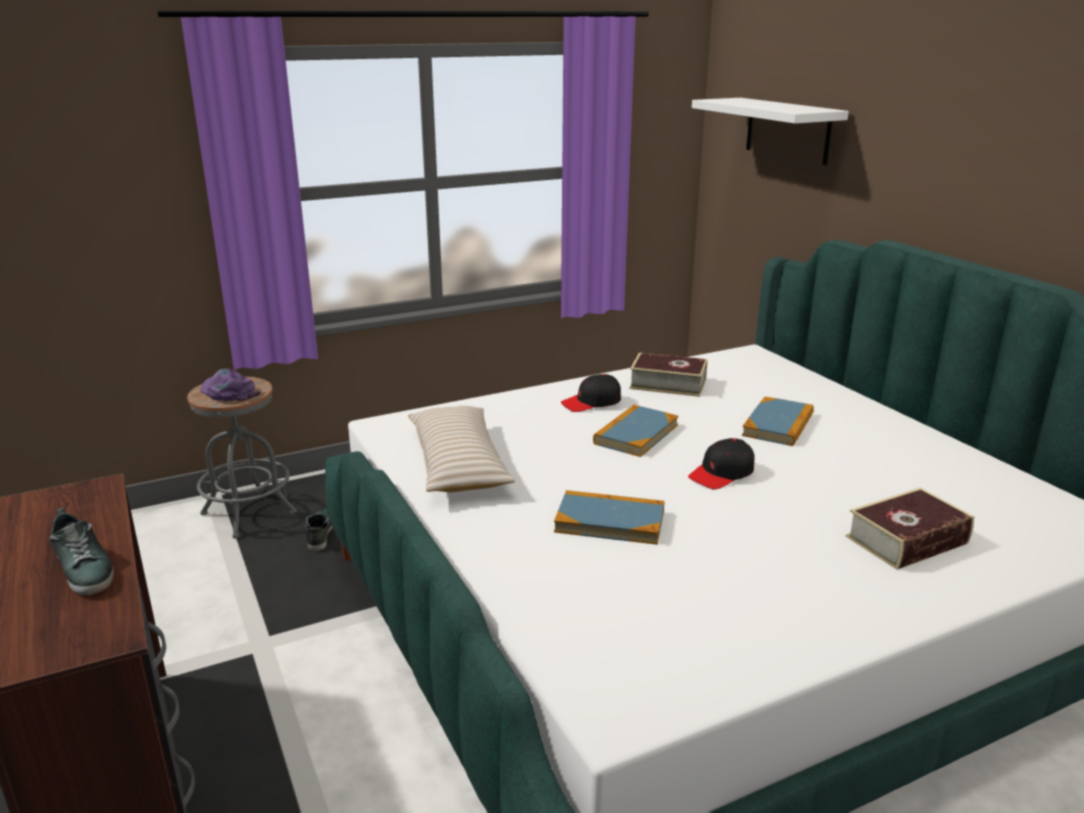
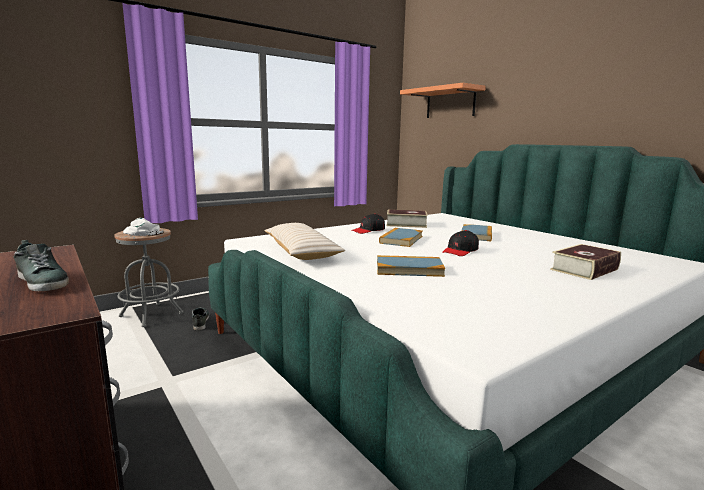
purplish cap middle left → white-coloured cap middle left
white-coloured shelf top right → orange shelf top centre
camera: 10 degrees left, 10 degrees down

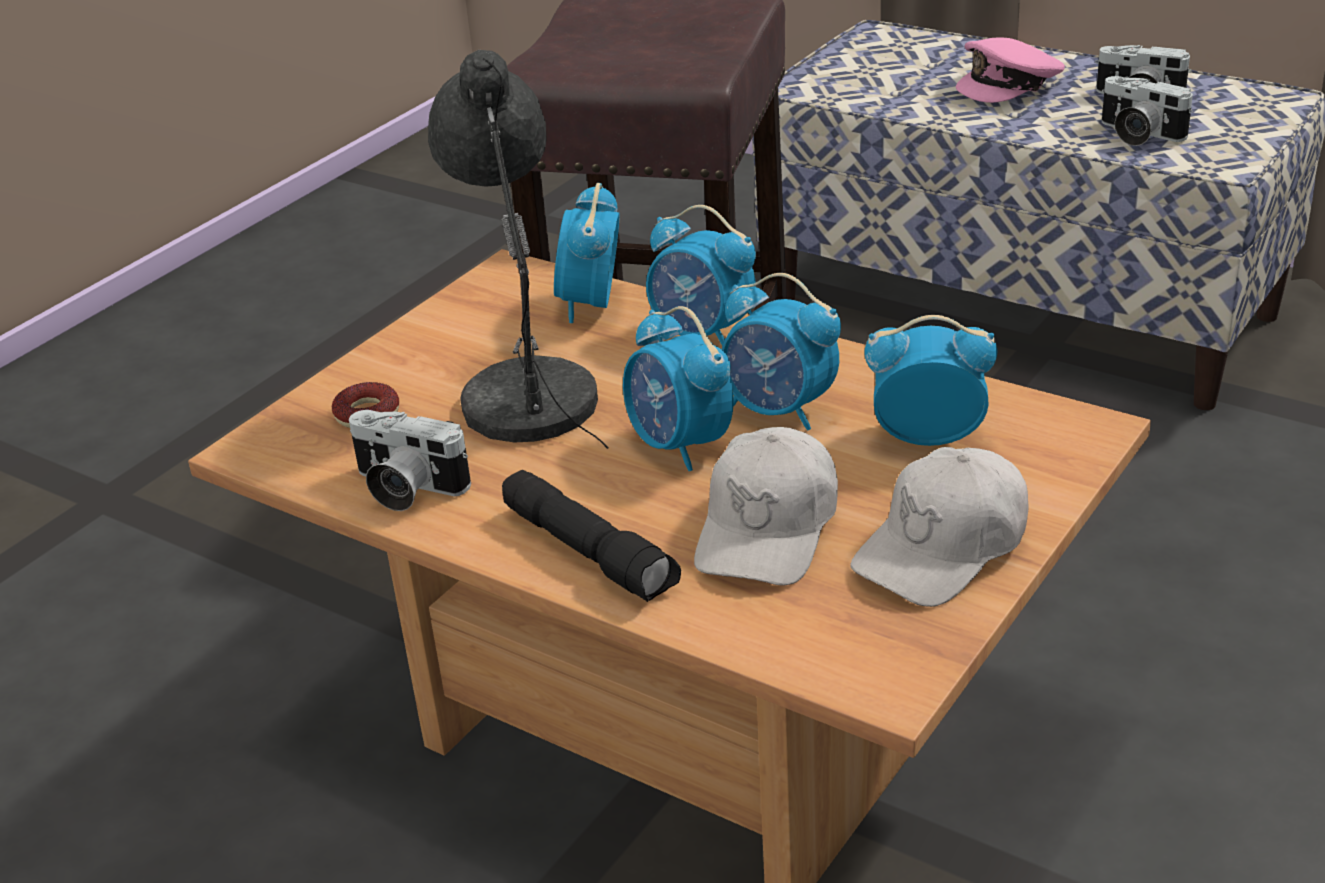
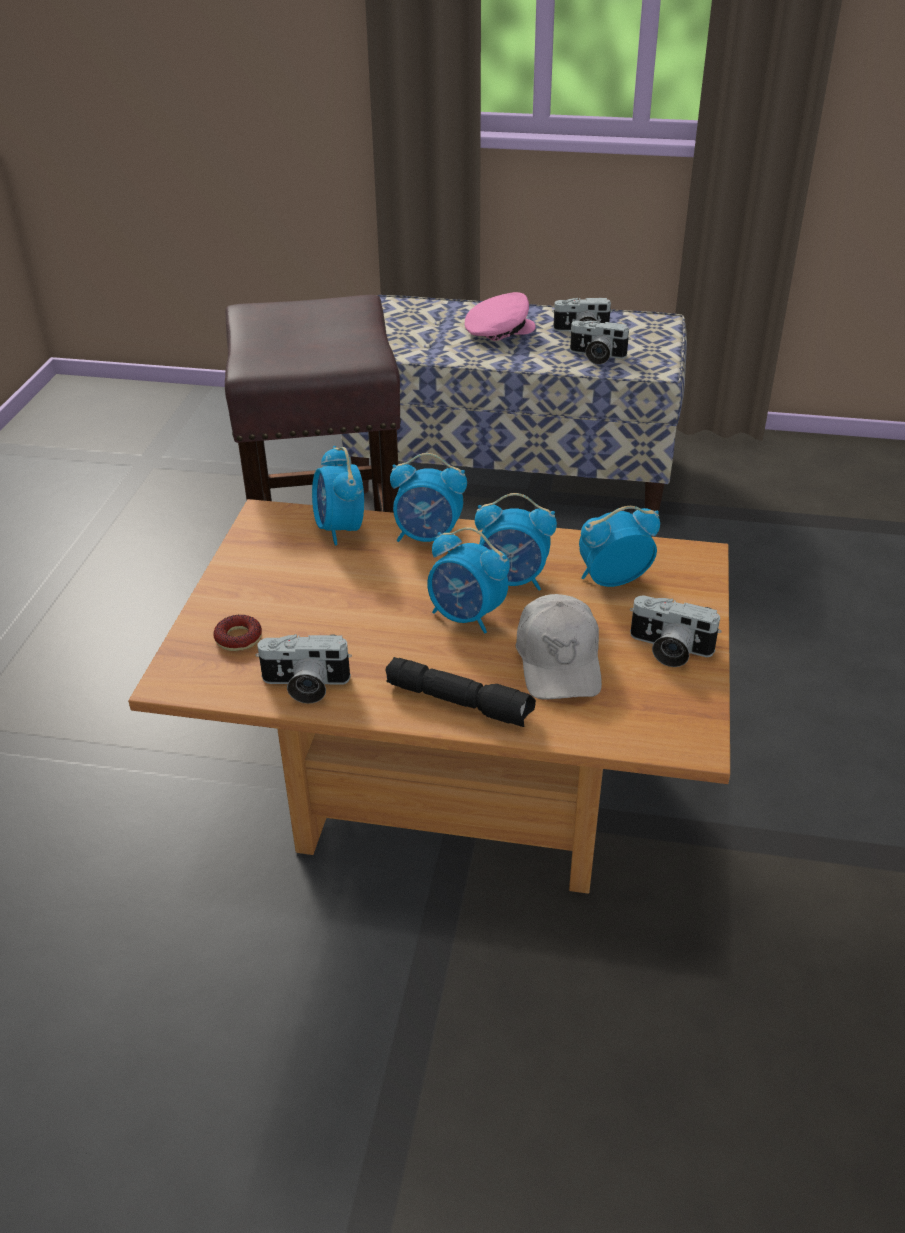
gray table lamp top centre → -
white-coloured cap (no. 2 from left) middle right → still camera (no. 4 from left) middle right
pink cap top right → pink cap top centre, 150 degrees counterclockwise
camera: 25 degrees left, 5 degrees up

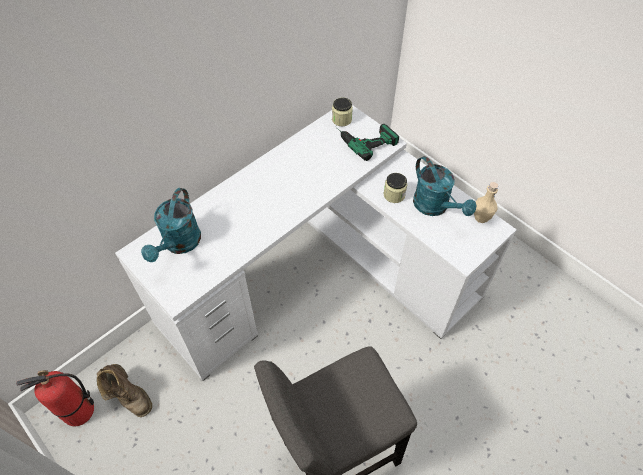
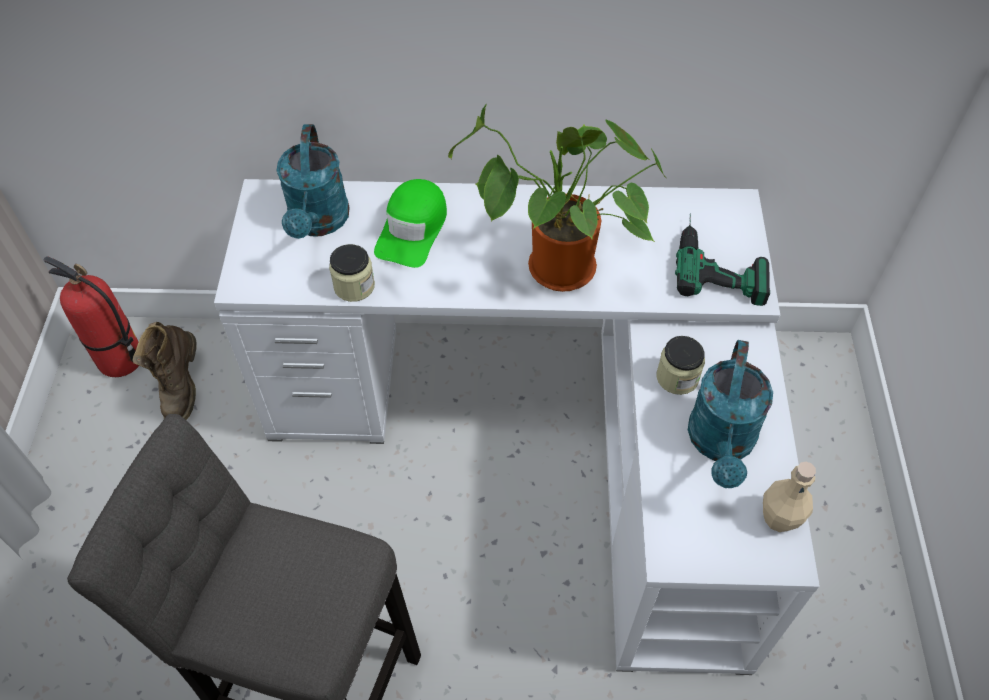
blue-green sprinkling can (no. 1 from left) middle left → blue-green sprinkling can (no. 1 from left) top left, 60 degrees counterclockwise
storage jar (no. 1 from left) top centre → storage jar (no. 1 from left) centre, shifted
- → green-coloured cap top centre
- → plant in a pot top centre
camera: 45 degrees right, 0 degrees up

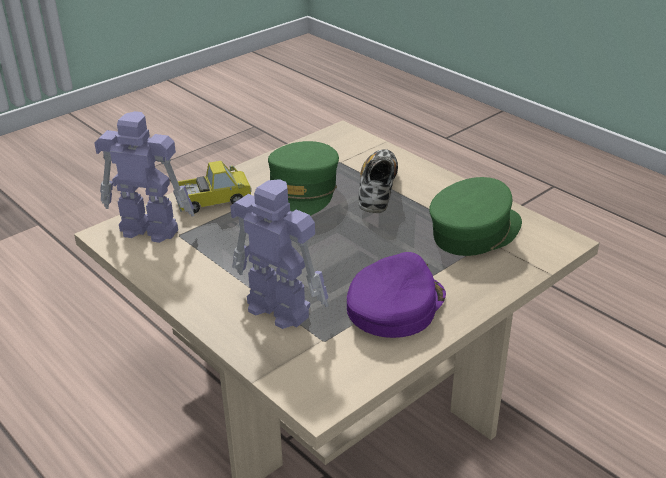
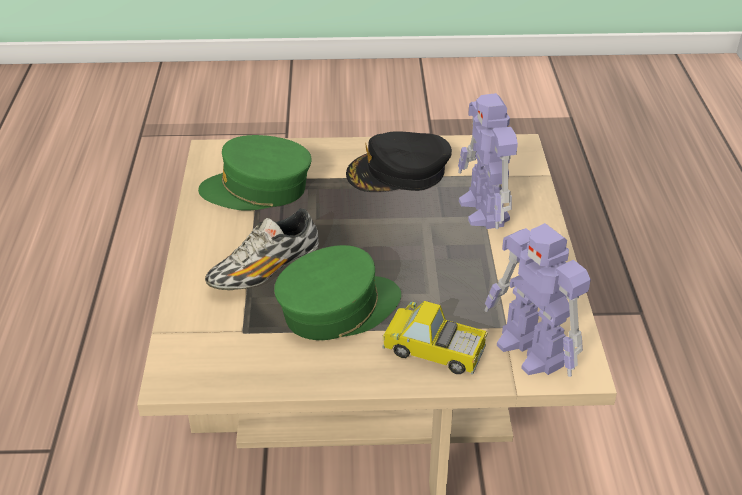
purplish cap centre → black cap top centre
camera: 140 degrees left, 5 degrees up

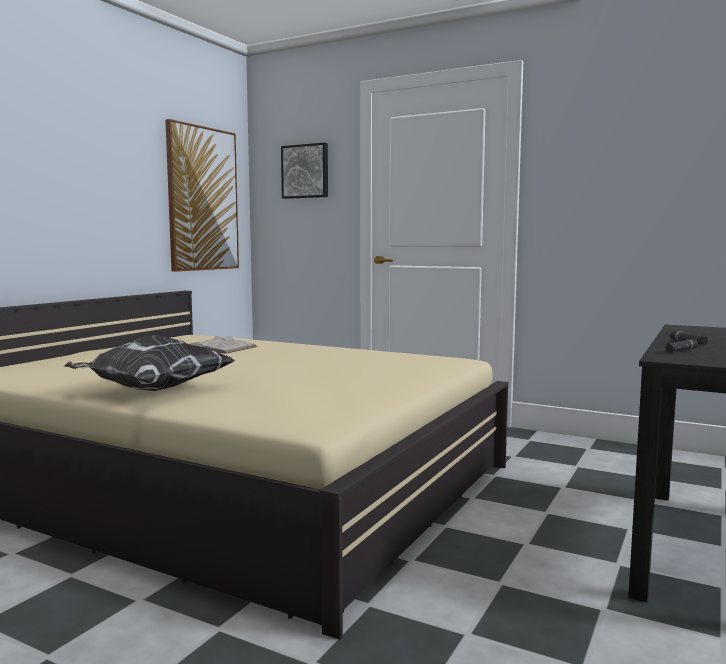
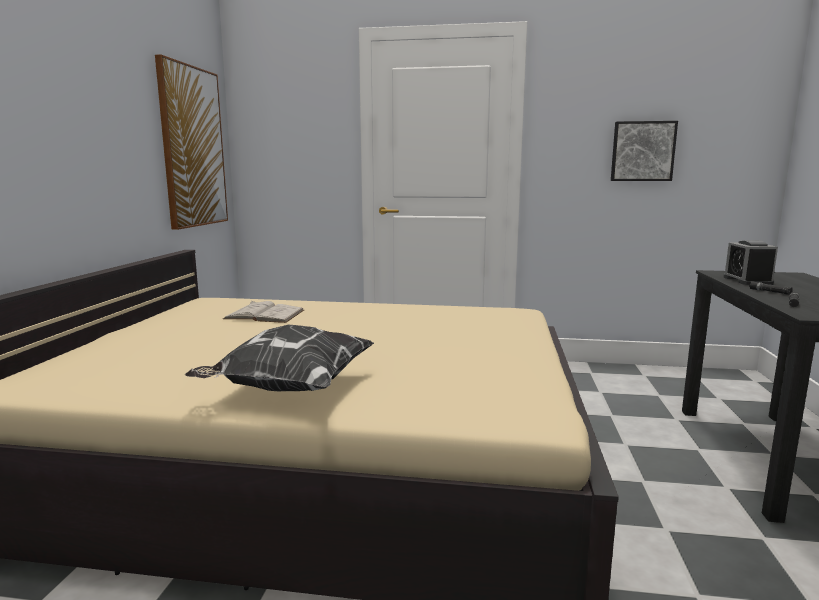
picture (no. 2 from left) top centre → picture (no. 2 from left) top right, shifted
- → table clock middle right
camera: 20 degrees left, 5 degrees up

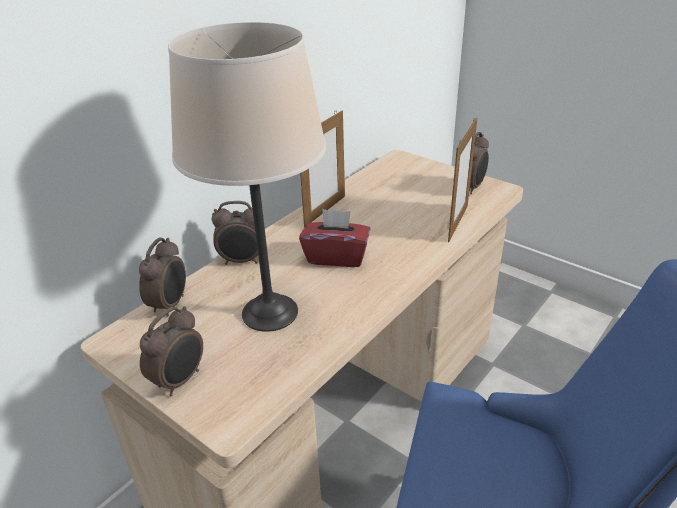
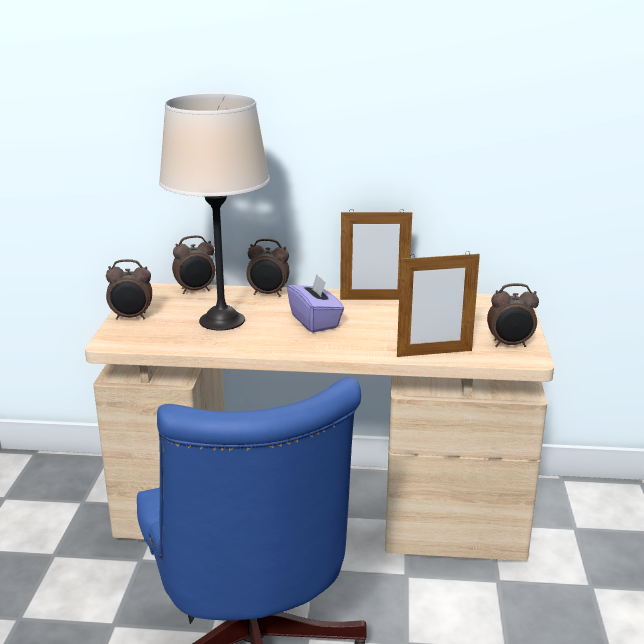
table clock (no. 3 from left) centre, 45 degrees counterclockwise
reddish tissue holder centre → purplish tissue holder centre
camera: 55 degrees right, 10 degrees down

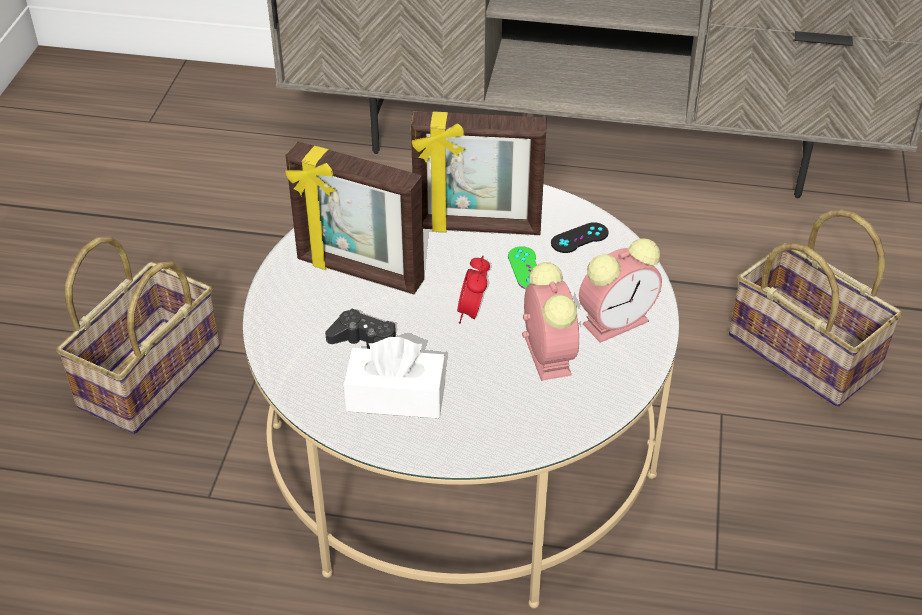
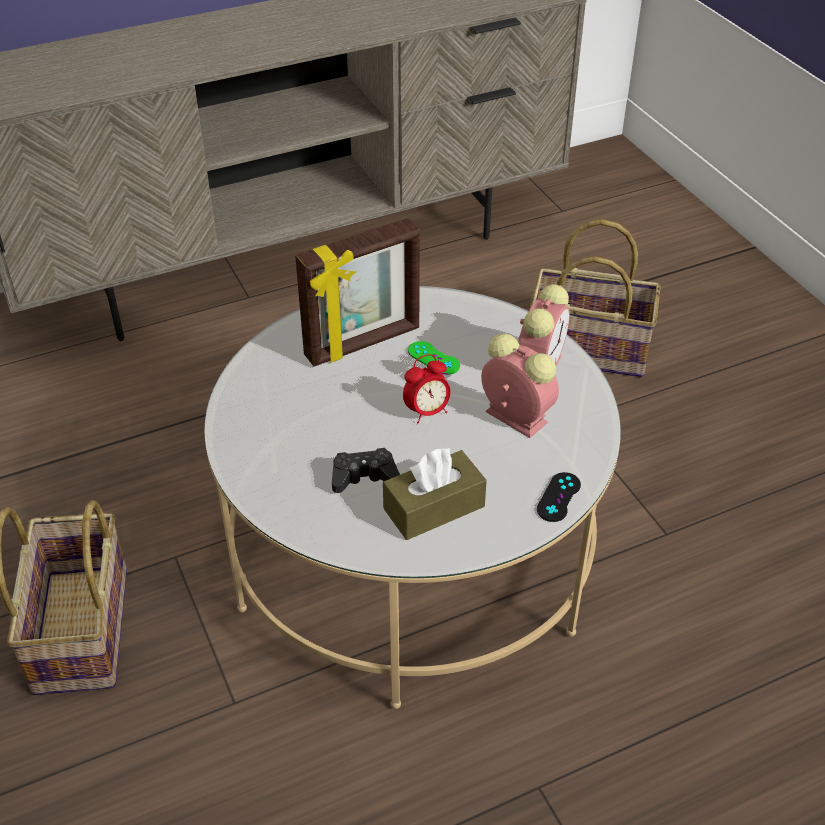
standing frame (no. 1 from left) centre → -
white-coloured tissue holder centre → brown tissue holder centre
table clock (no. 1 from left) centre, 90 degrees counterclockwise
black joypad (no. 2 from left) centre → black joypad (no. 2 from left) middle right, shifted
camera: 35 degrees left, 0 degrees up

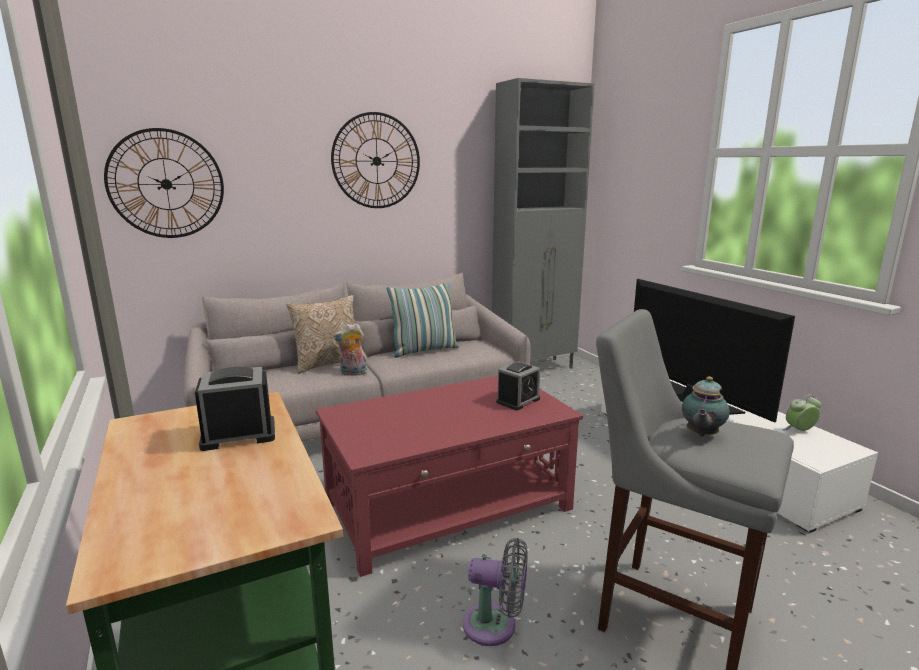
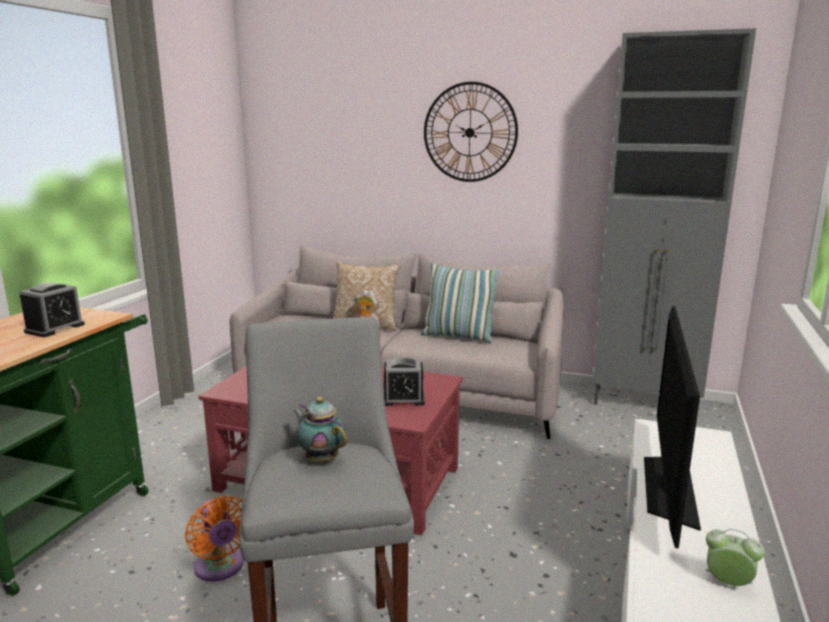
clock on the wall (no. 1 from left) top left → -
table clock (no. 1 from left) middle left, 90 degrees clockwise
gray cooling fan bottom centre → orange cooling fan bottom left
pot for tea middle right → pot for tea bottom centre, 60 degrees clockwise
camera: 45 degrees right, 0 degrees up

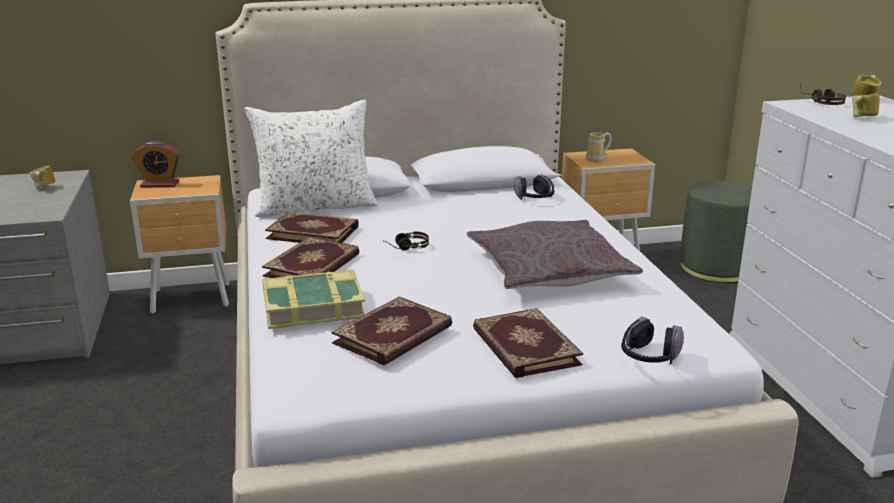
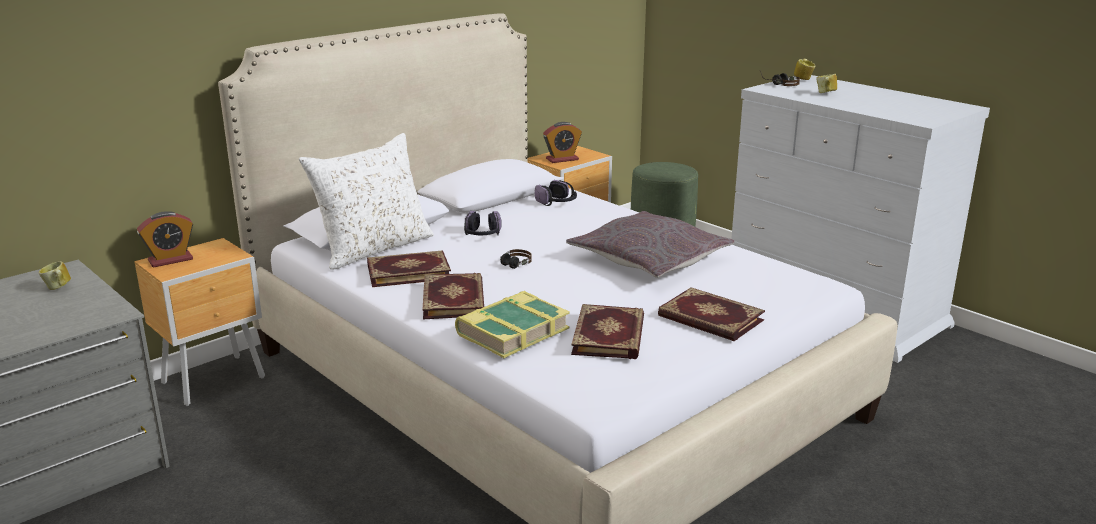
coffee mug (no. 2 from left) top right → table clock (no. 2 from left) top centre
pair of headphones (no. 3 from left in the first image) bottom right → pair of headphones (no. 1 from left) centre, shifted
camera: 30 degrees left, 0 degrees up

